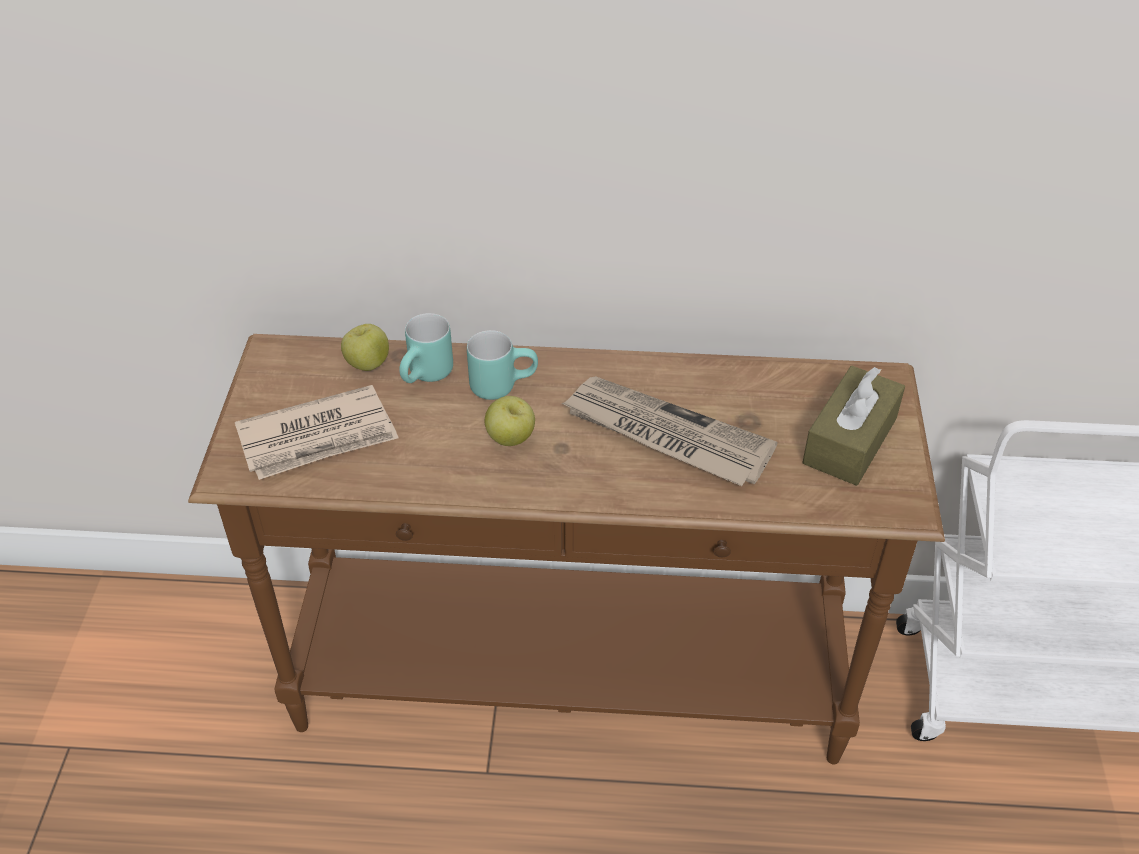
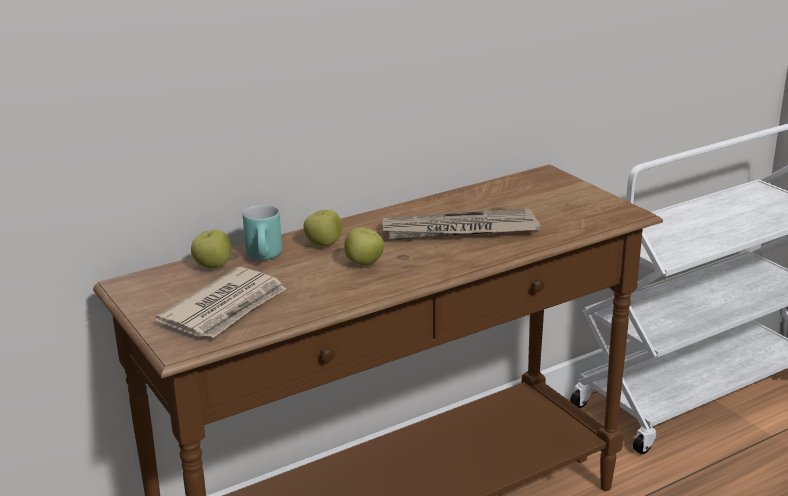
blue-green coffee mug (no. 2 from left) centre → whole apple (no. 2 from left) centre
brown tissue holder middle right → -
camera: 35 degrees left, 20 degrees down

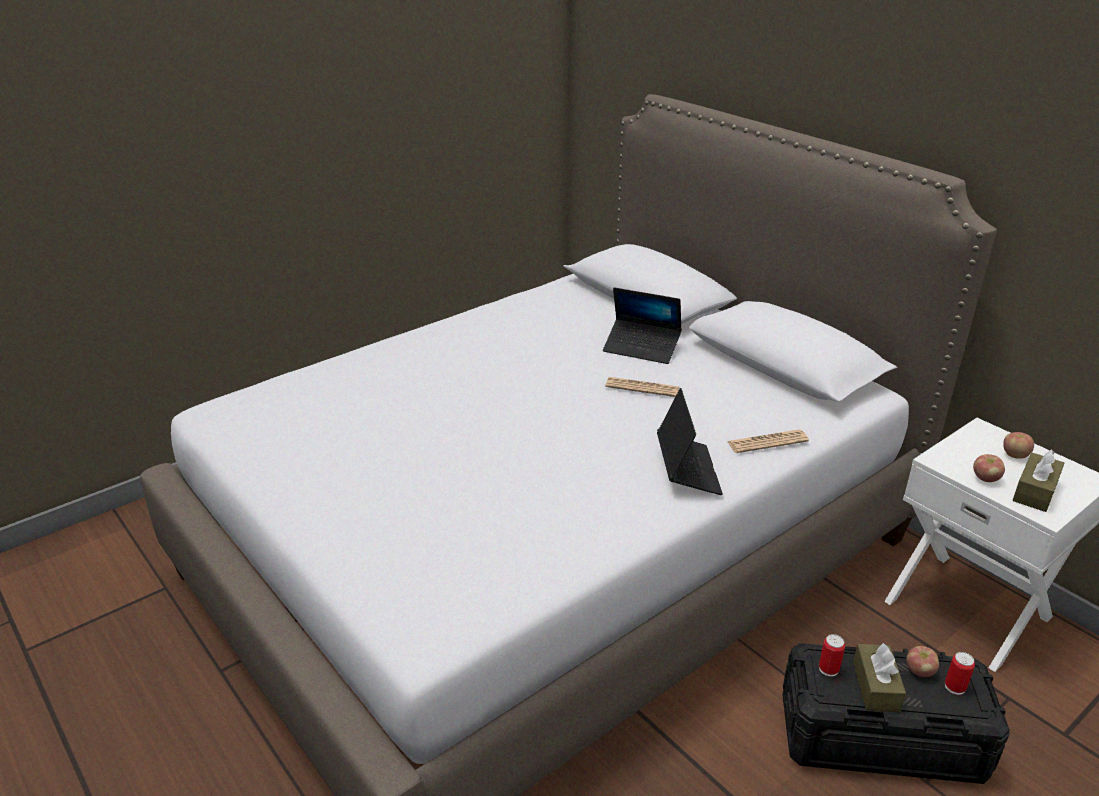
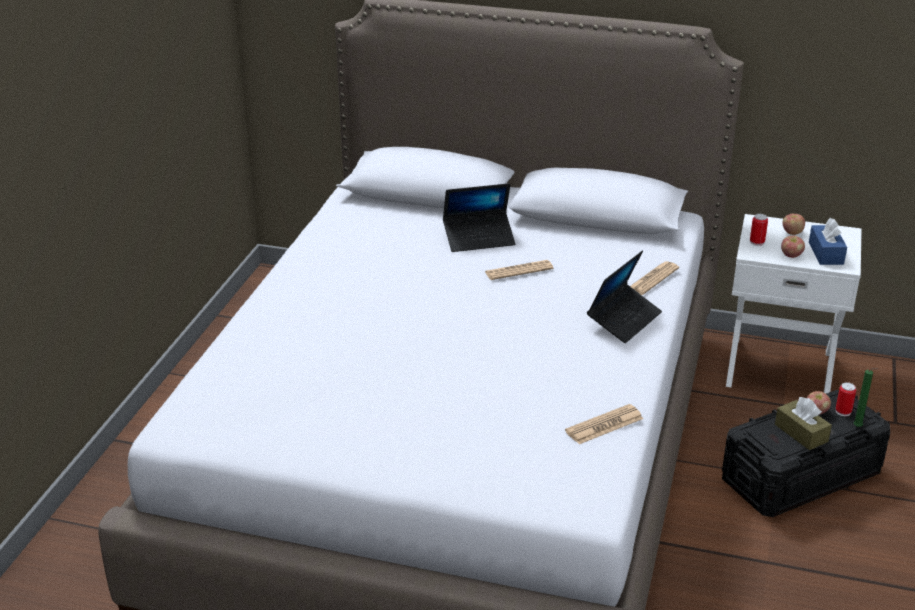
laptop (no. 2 from left) centre → laptop (no. 2 from left) middle right, 75 degrees clockwise
metal can (no. 1 from left) bottom right → metal can (no. 1 from left) middle right, shifted
brown tissue holder (no. 2 from left) middle right → blue tissue holder middle right
- → newspaper (no. 2 from left) bottom centre
- → green-coloured wax candle middle right
camera: 35 degrees left, 0 degrees up

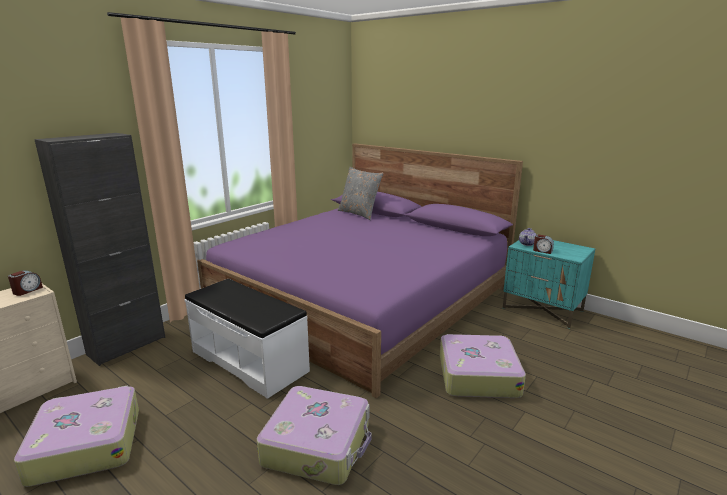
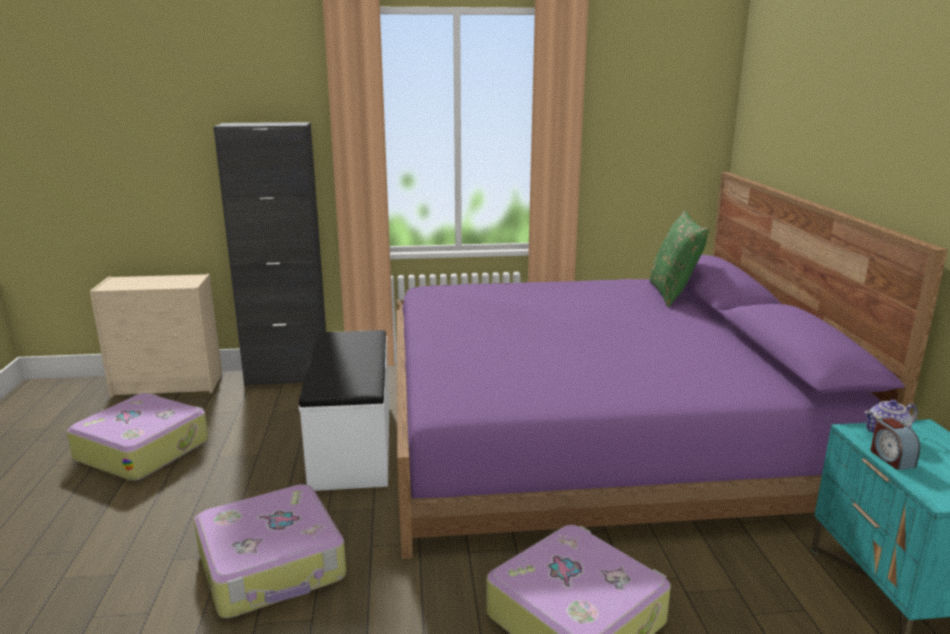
table clock (no. 1 from left) middle left → -
gray cushion centre → green-coloured cushion middle right
camera: 45 degrees right, 0 degrees up

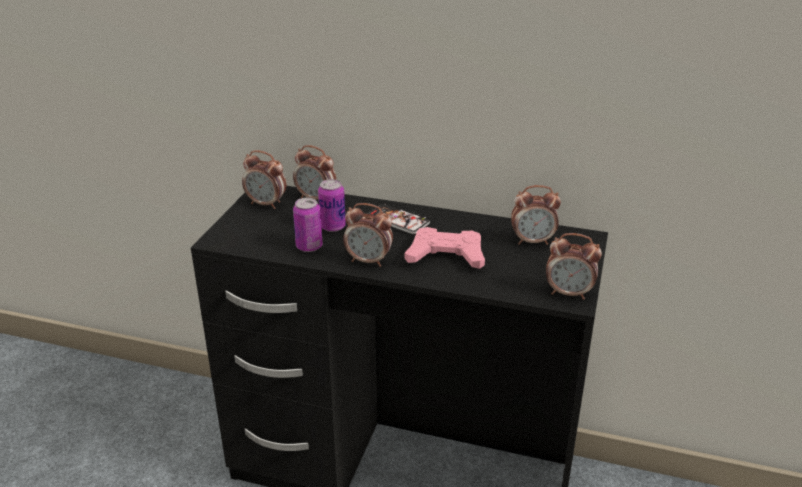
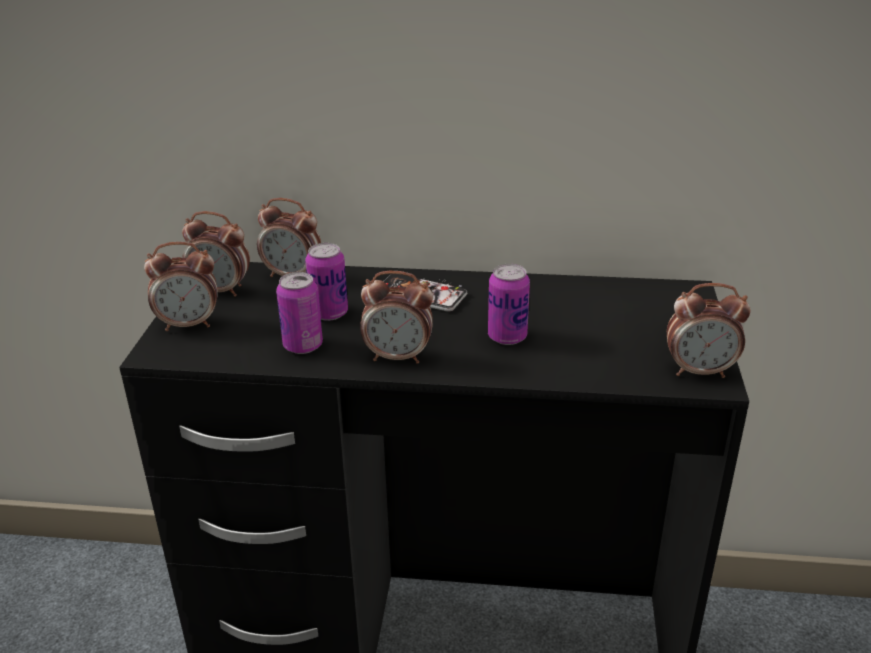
pink joypad centre → metal can (no. 3 from left) centre
table clock (no. 4 from left in the first image) middle right → table clock (no. 1 from left) middle left, shifted
camera: 10 degrees left, 0 degrees up

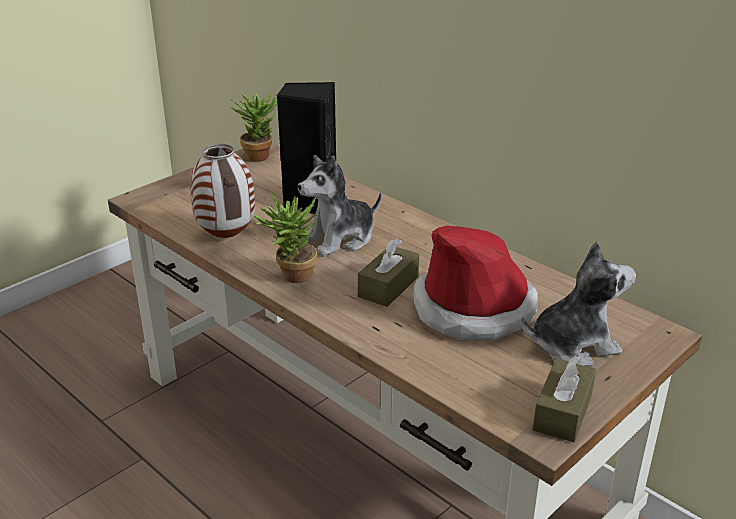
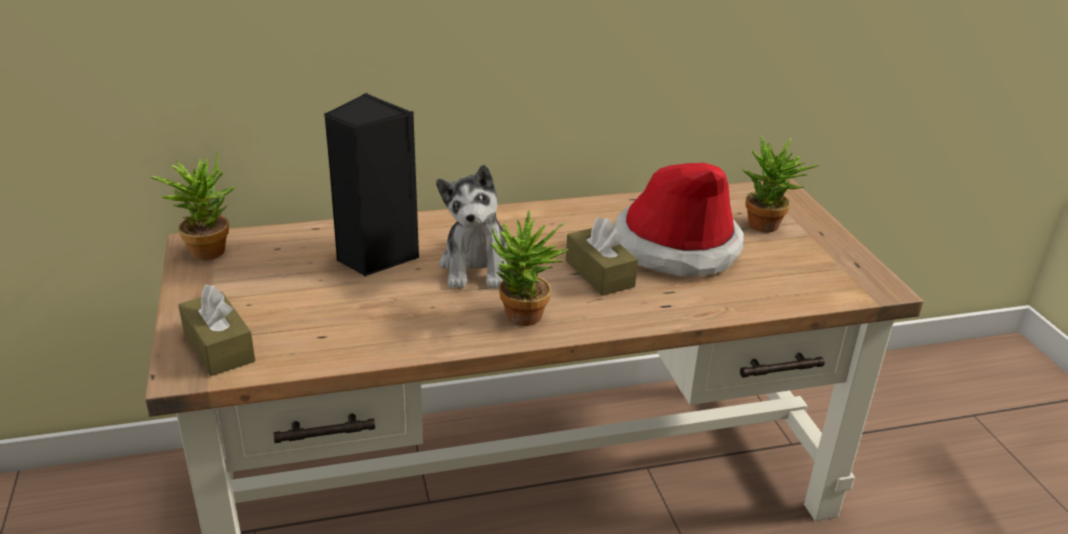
flower vase middle left → -
plush toy (no. 2 from left) middle right → plant in a pot (no. 3 from left) middle right
brown tissue holder (no. 2 from left in the first image) bottom right → brown tissue holder (no. 1 from left) middle left, shifted
camera: 60 degrees left, 0 degrees up

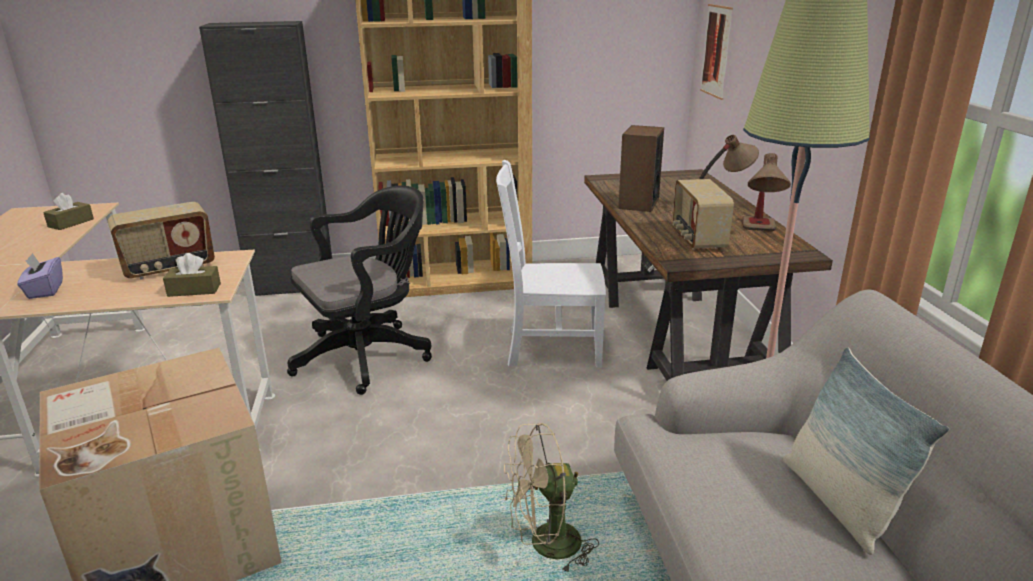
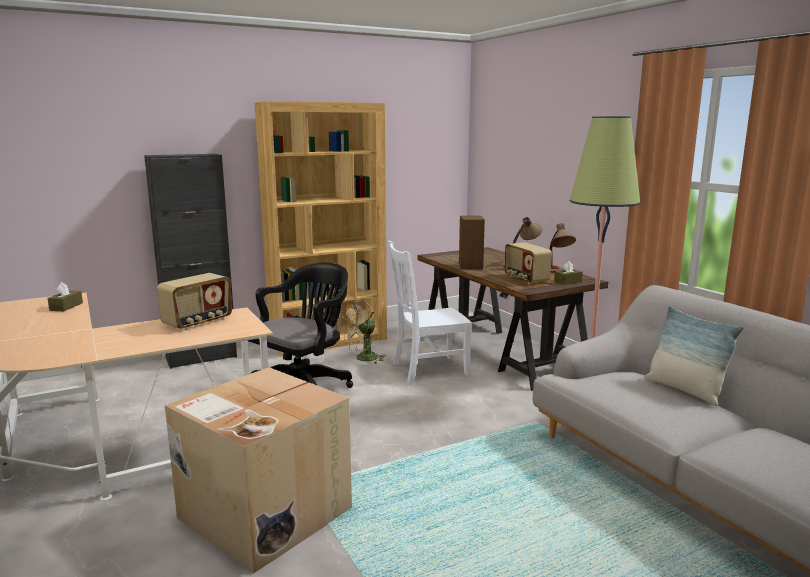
purplish tissue holder middle left → -
brown tissue holder (no. 2 from left) middle left → brown tissue holder (no. 2 from left) middle right, shifted
sand-coloured cooling fan bottom centre → sand-coloured cooling fan centre, shifted
picture top right → -
camera: 20 degrees left, 10 degrees down

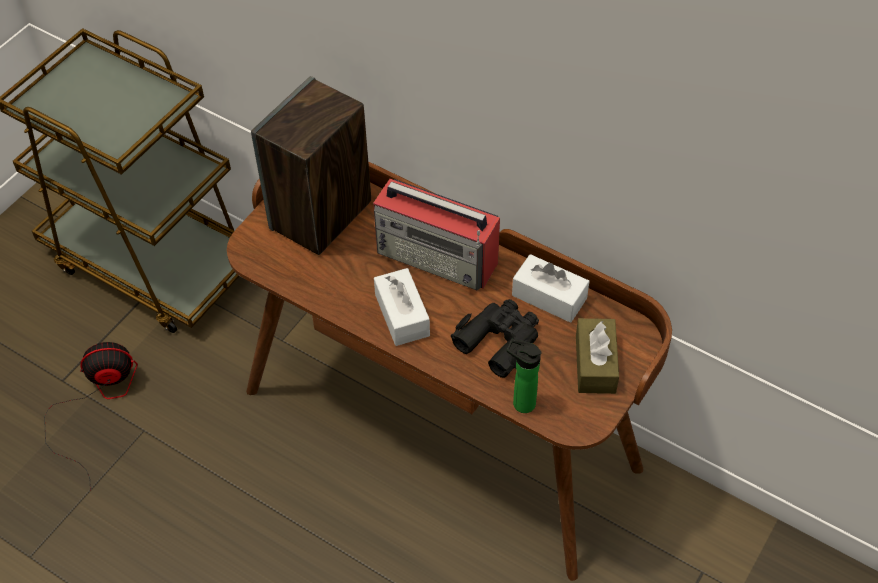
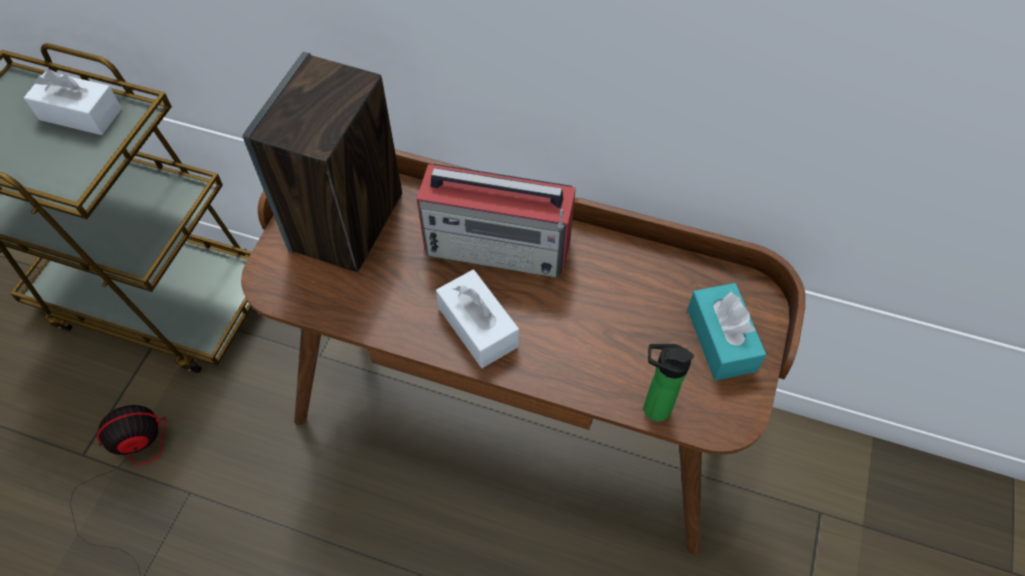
black pair of binoculars centre → -
white-coloured tissue holder (no. 2 from left in the first image) centre → white-coloured tissue holder (no. 1 from left) top left, shifted
brown tissue holder middle right → blue-green tissue holder middle right
camera: 15 degrees left, 5 degrees up

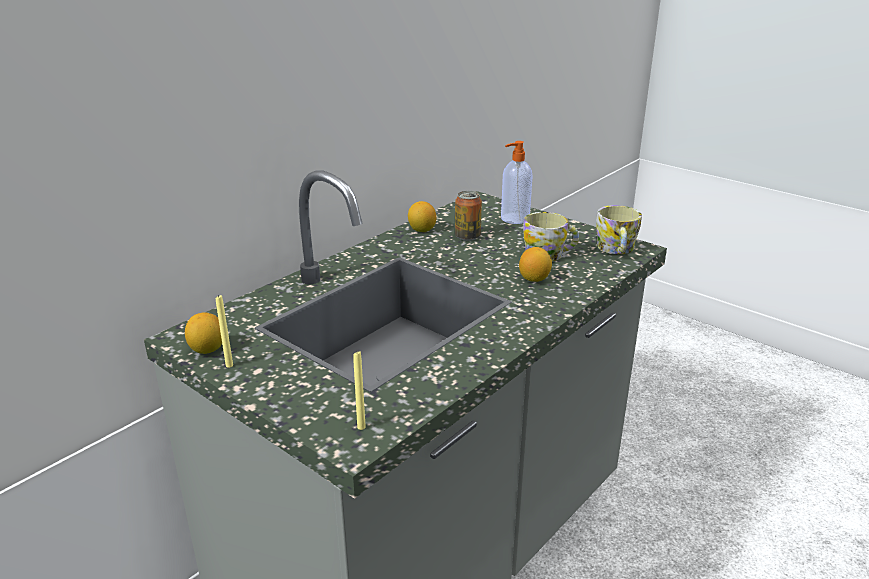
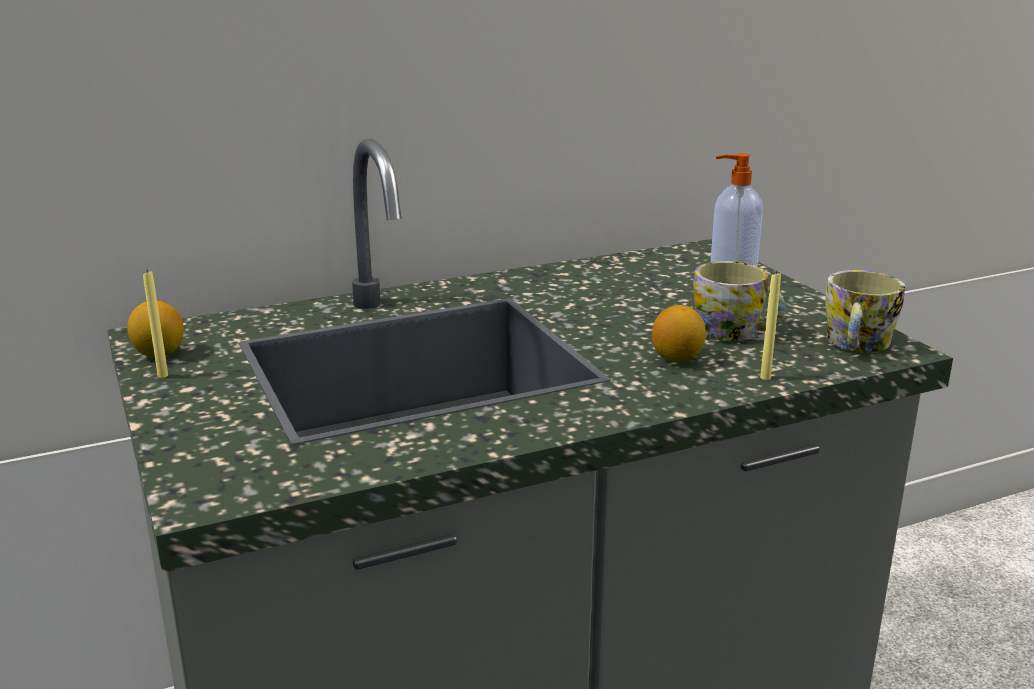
yellowish wax candle (no. 2 from left) bottom centre → yellowish wax candle (no. 2 from left) middle right, shifted
lemon (no. 2 from left) centre → -
metal can centre → -
camera: 25 degrees right, 5 degrees down

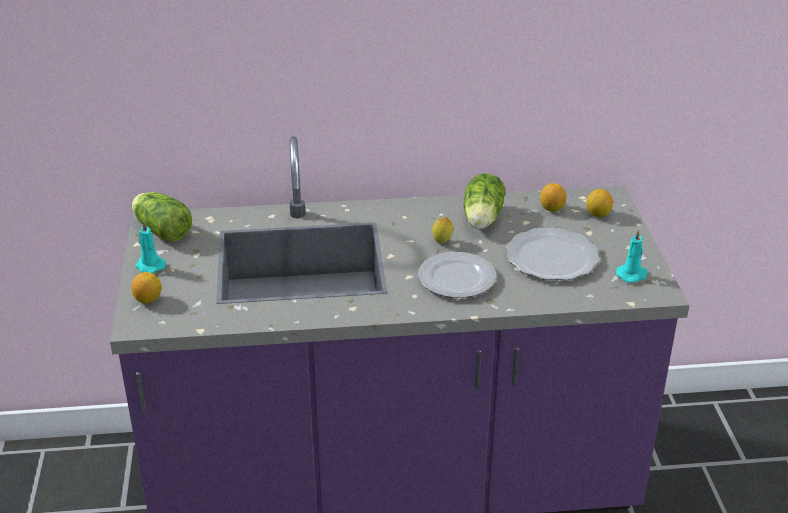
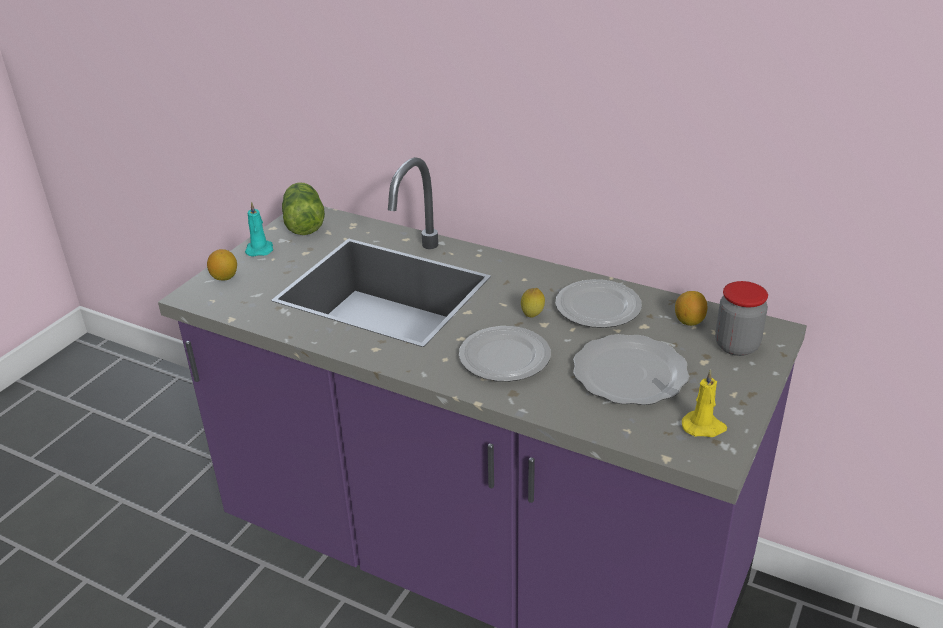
head of lettuce (no. 2 from left) centre → plate (no. 2 from left) centre
lemon (no. 4 from left) middle right → storage jar middle right
blue-green wax candle (no. 2 from left) middle right → yellowish wax candle middle right
camera: 35 degrees right, 0 degrees up

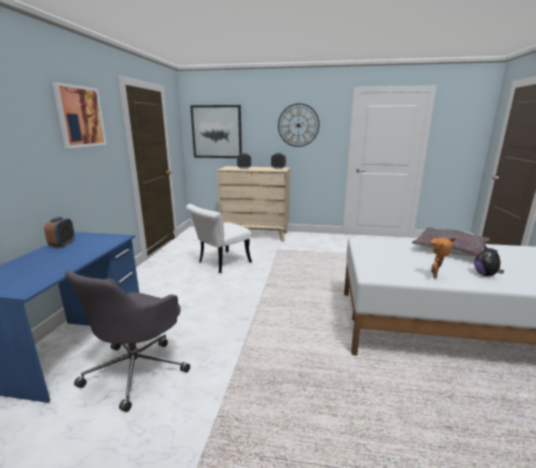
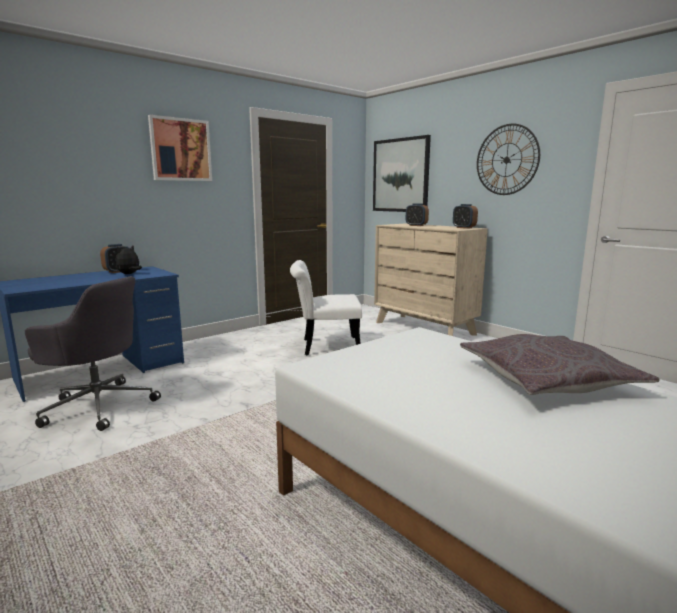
gray office chair bottom left → gray office chair middle left, 135 degrees counterclockwise
toy robot middle right → -
plush toy middle right → plush toy middle left, shifted
camera: 40 degrees right, 5 degrees down

